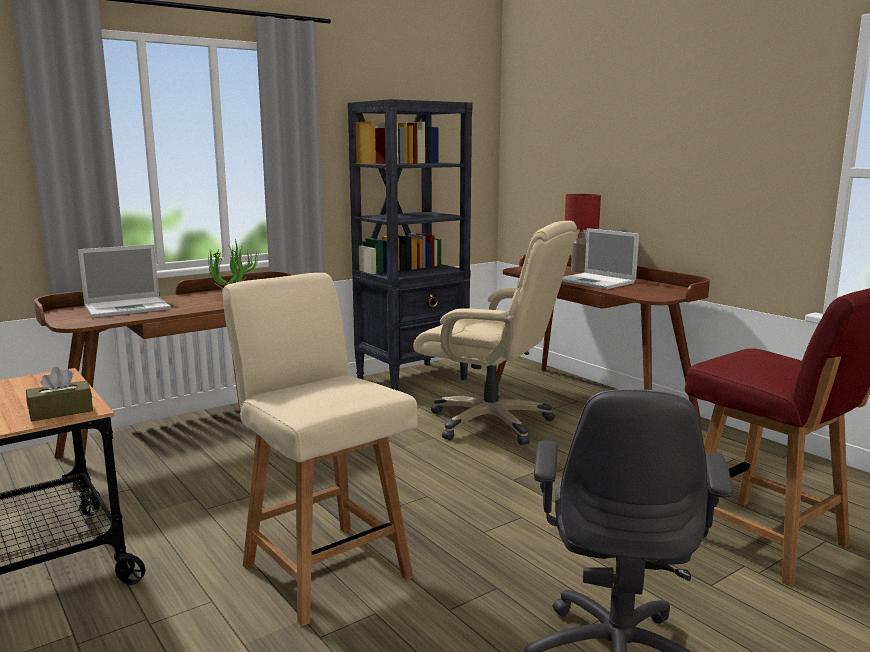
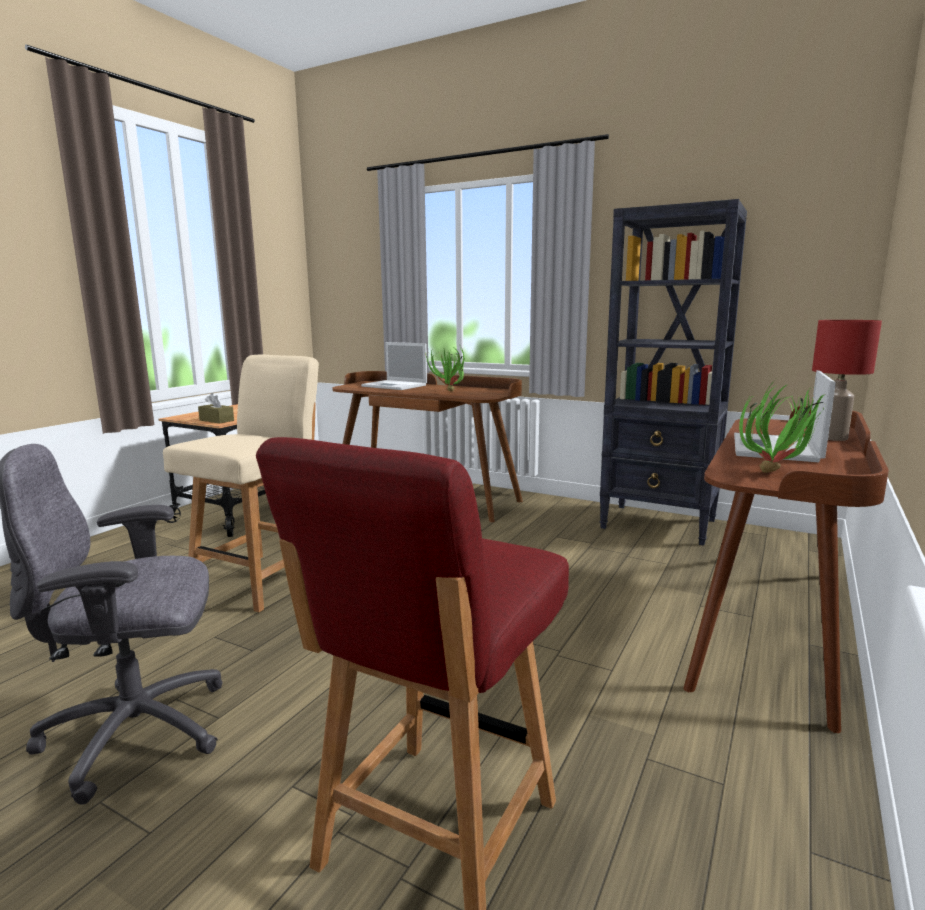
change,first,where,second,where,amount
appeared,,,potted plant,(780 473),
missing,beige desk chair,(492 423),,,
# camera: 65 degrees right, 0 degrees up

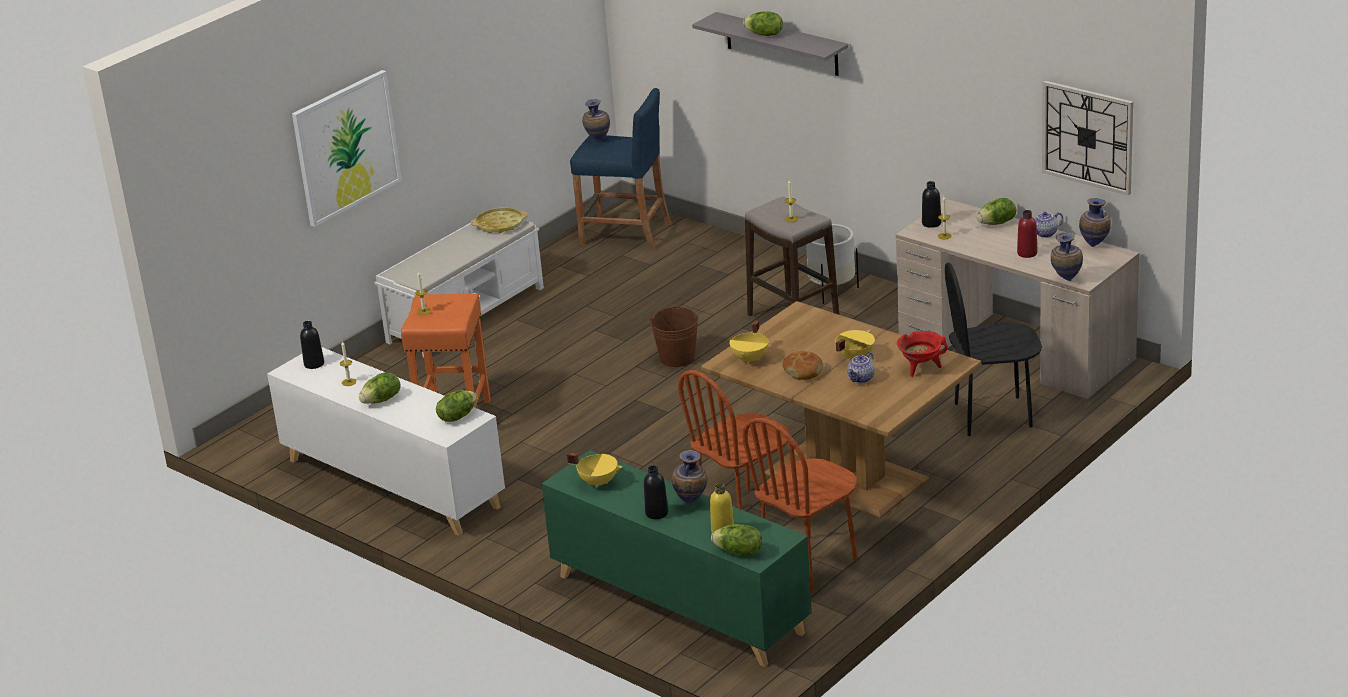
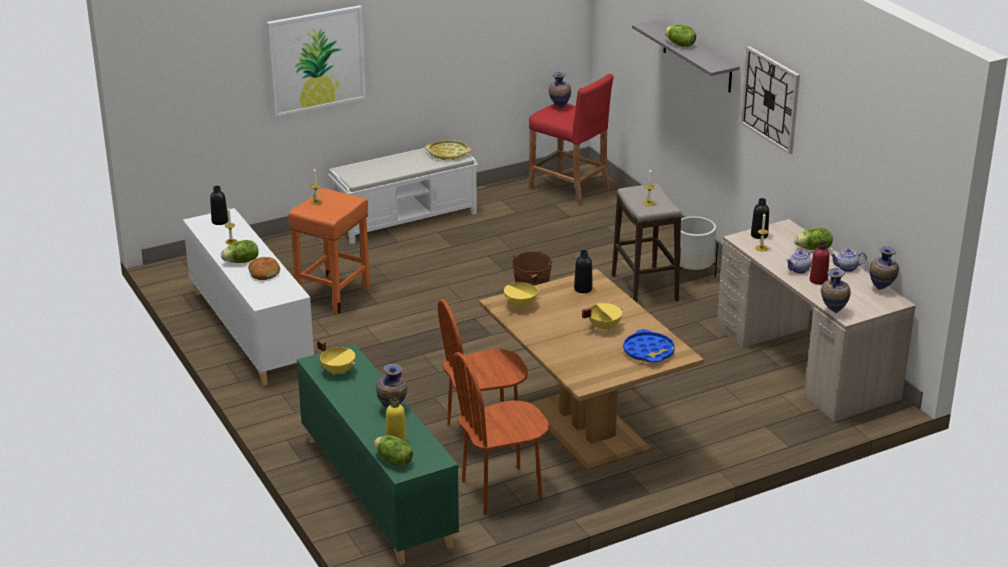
change,first,where,second,where,amount
relocated,bread,(803 371),,(264 273),
colour,blue-coloured sitting stool,(625 234),red-coloured sitting stool,(569 188),
relocated,black drink bottle,(656 513),,(583 289),
exchanged,red-coloured stockpot,(921 368),blue-coloured carrying tray,(648 351),
relocated,hanging clock,(1087 137),,(770 99),
relocated,pot for tea,(861 379),,(799 270),
missing,head of lettuce,(457 416),,,
missing,black plain chair,(993 415),,,
# camera: 20 degrees right, 0 degrees up

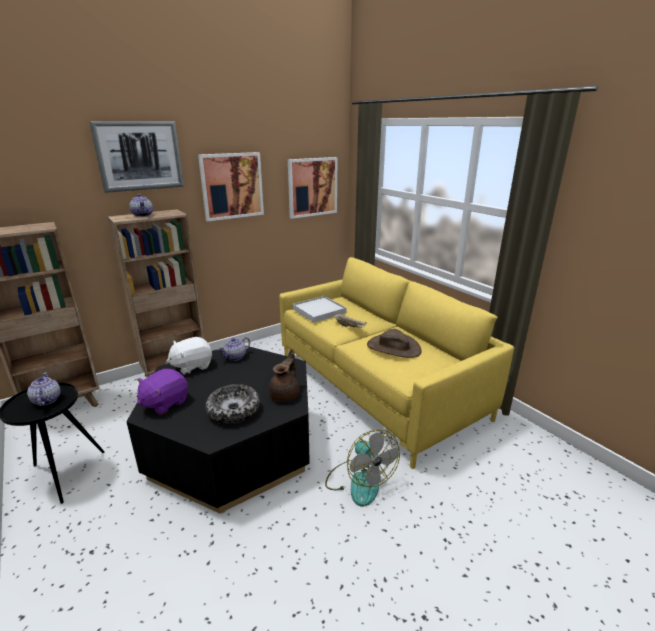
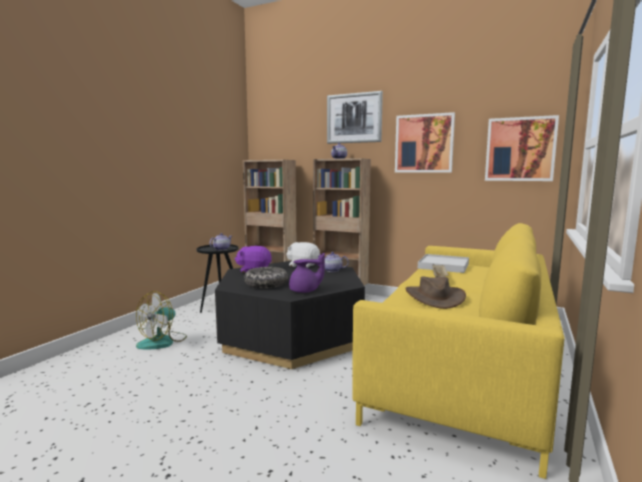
change,first,where,second,where,amount
relocated,electric fan,(359 481),,(163 341),
colour,brown-coloured pot for tea,(285 394),purple pot for tea,(305 291),
# camera: 60 degrees right, 15 degrees down

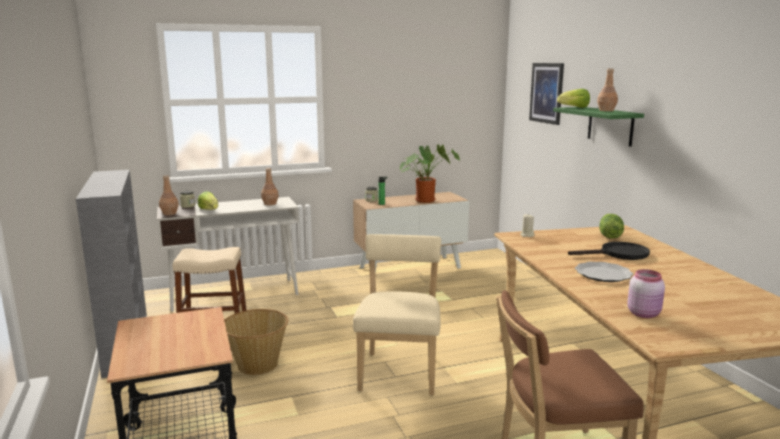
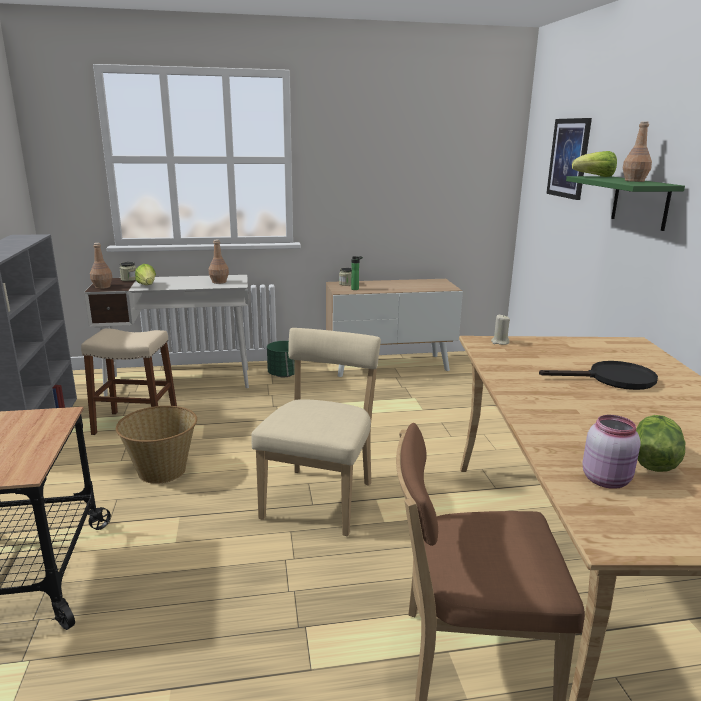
change,first,where,second,where,amount
appeared,,,green flower pot,(284 374),
relocated,head of lettuce,(609 236),,(652 461),
missing,potted plant,(427 200),,,
missing,plate,(603 274),,,
# camera: 10 degrees right, 5 degrees up

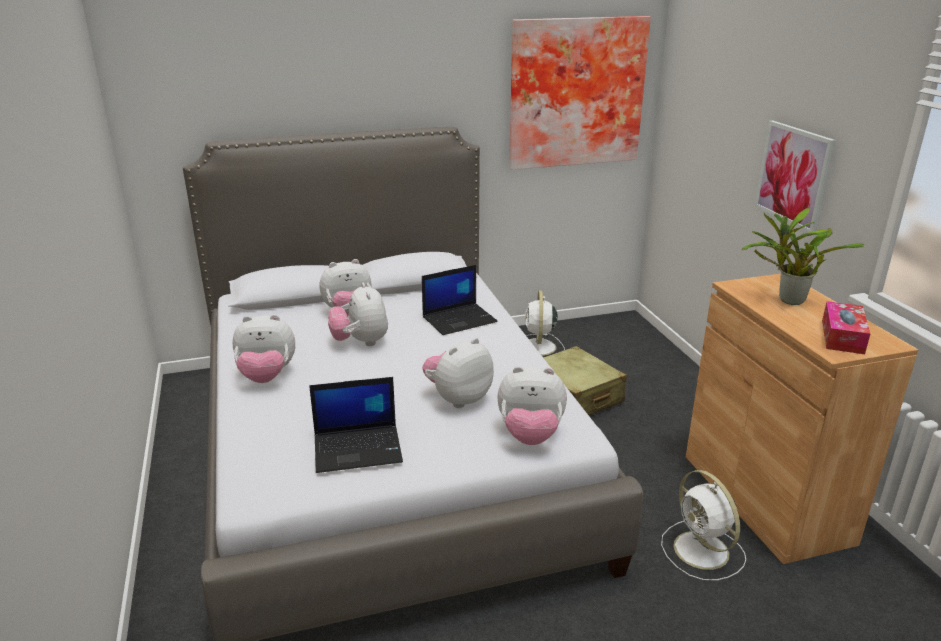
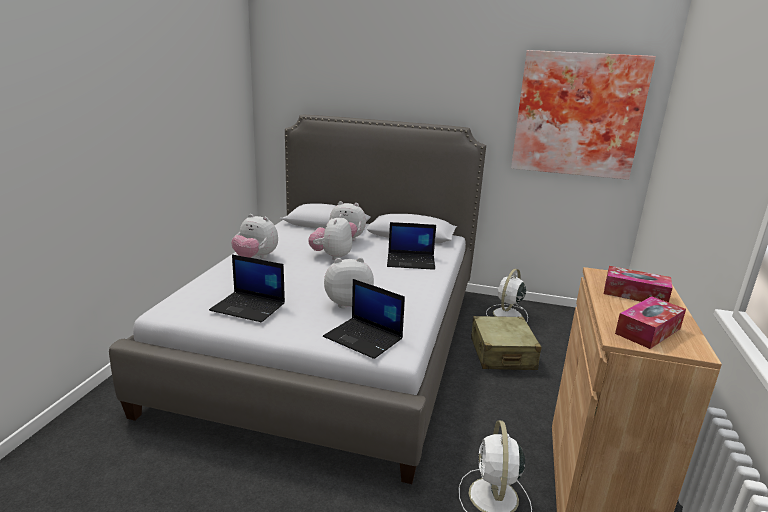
change,first,where,second,where,amount
exchanged,soft toy,(530 435),notebook computer,(364 338),
exchanged,potted plant,(787 300),tissue holder,(635 294),
missing,wall picture,(793 175),,,
# camera: 30 degrees right, 5 degrees down

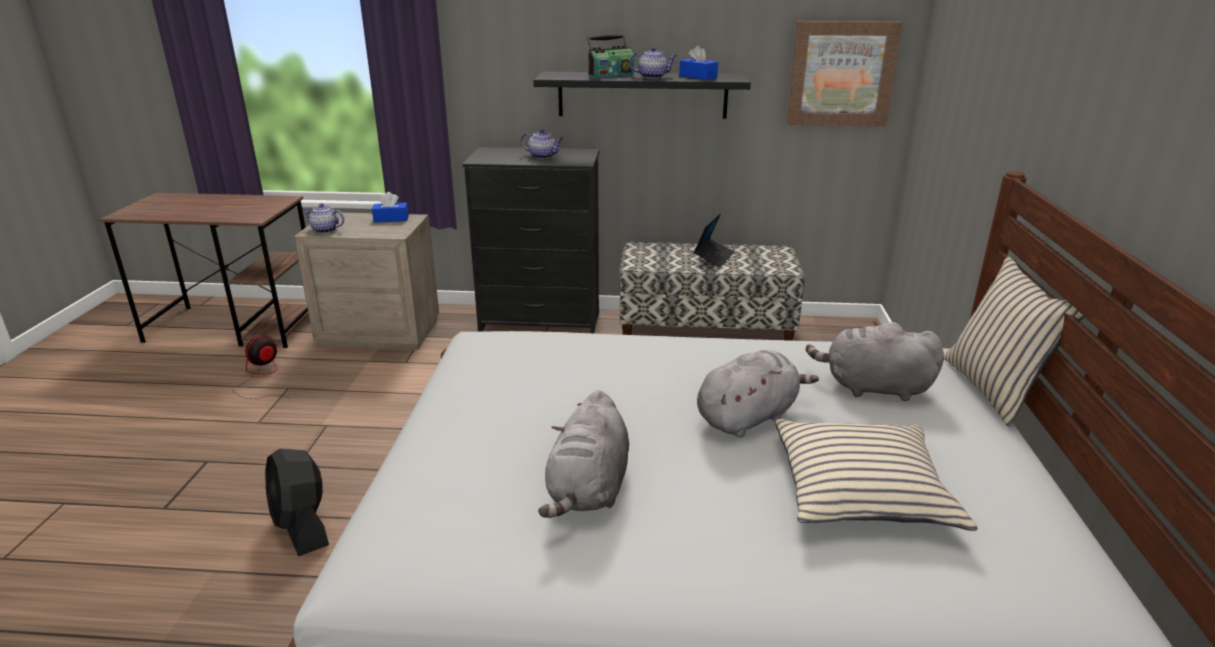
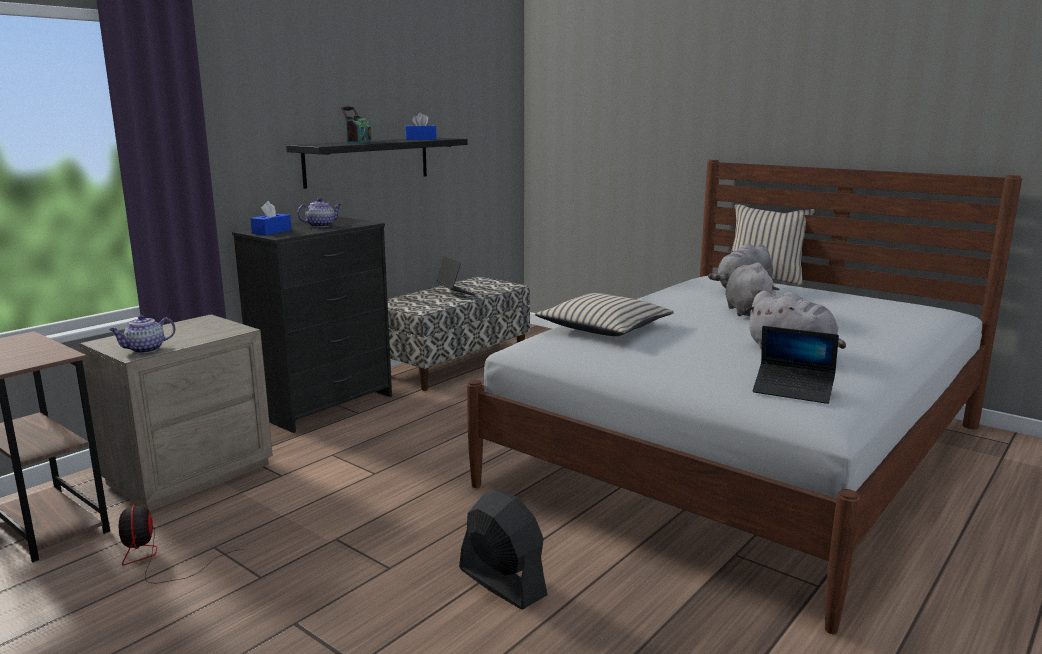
change,first,where,second,where,amount
relocated,blue-coloured tissue holder,(391 219),,(271 232),
spun,black electric fan,(302 526),,(502 582),135 degrees counterclockwise
relocated,beige cushion,(861 489),,(604 328),
appeared,,,notebook computer,(793 390),
missing,pot for tea,(653 77),,,
missing,wall picture,(841 74),,,
# camera: 55 degrees left, 10 degrees down

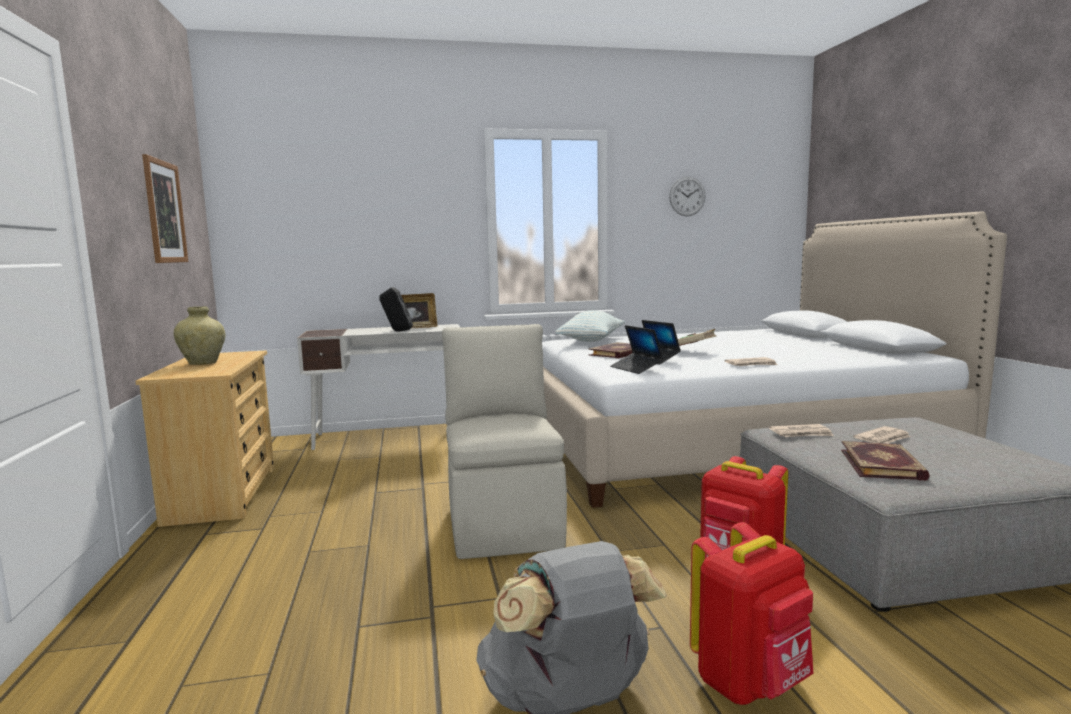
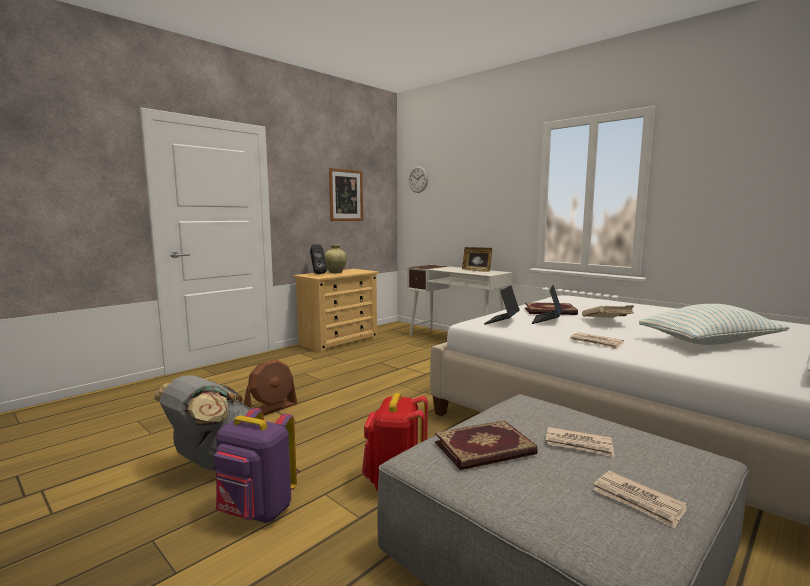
change,first,where,second,where,amount
colour,red-coloured knapsack,(750 683),purple knapsack,(256 512),
appeared,,,brown-coloured electric fan,(271 409),
relocated,black speaker,(397 331),,(317 274),
relocated,hanging clock,(687 196),,(418 179),
relocated,newspaper,(801 434),,(638 501),
relocated,cushion,(592 340),,(709 342),
missing,beige plain chair,(504 523),,,
# camera: 55 degrees right, 0 degrees up

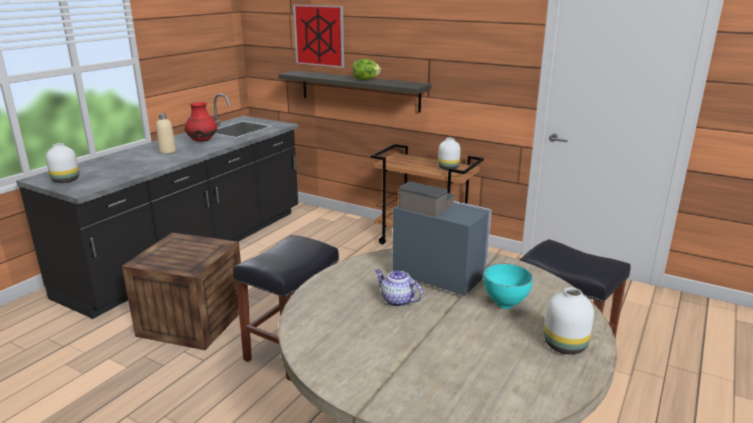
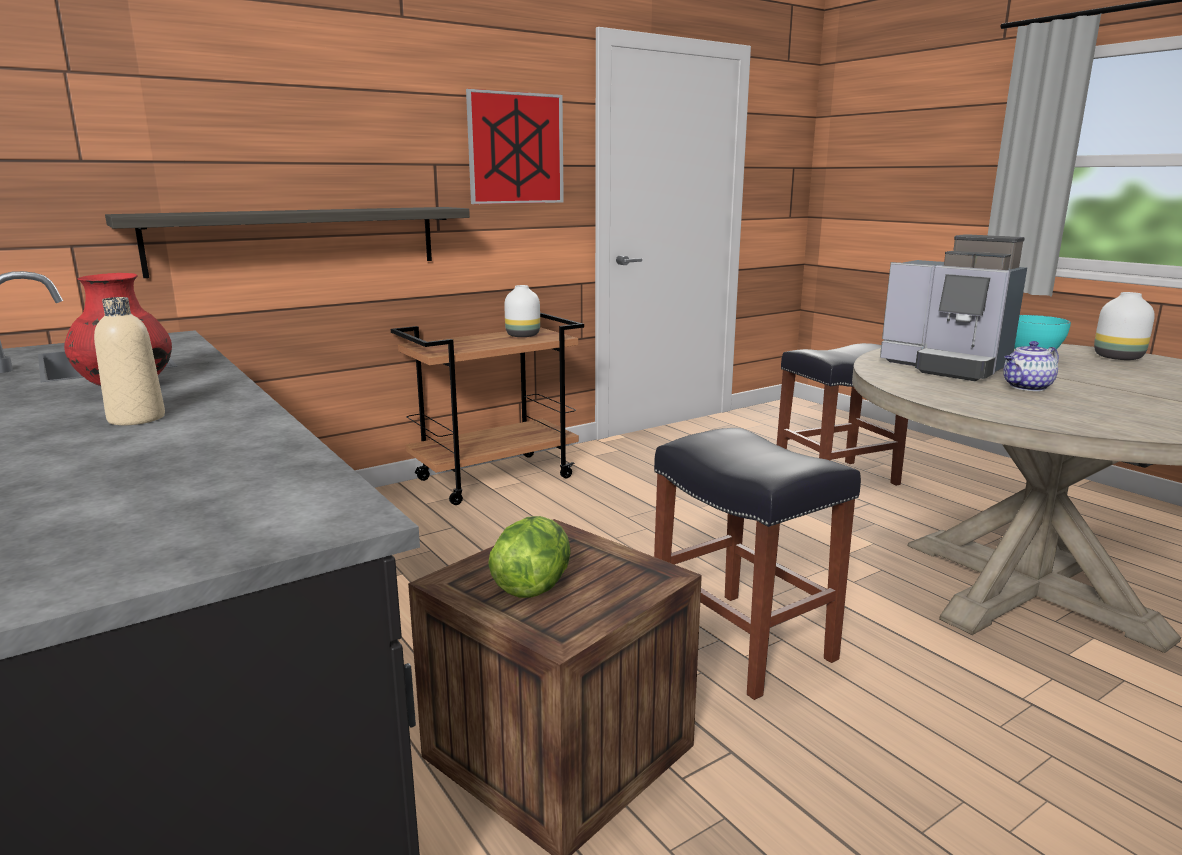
change,first,where,second,where,amount
relocated,wall picture,(319 35),,(515 148),
relocated,head of lettuce,(365 80),,(533 586),
spun,coffee brewer,(437 274),,(947 367),105 degrees counterclockwise
missing,whitish vase,(65 181),,,
# camera: 65 degrees left, 5 degrees down

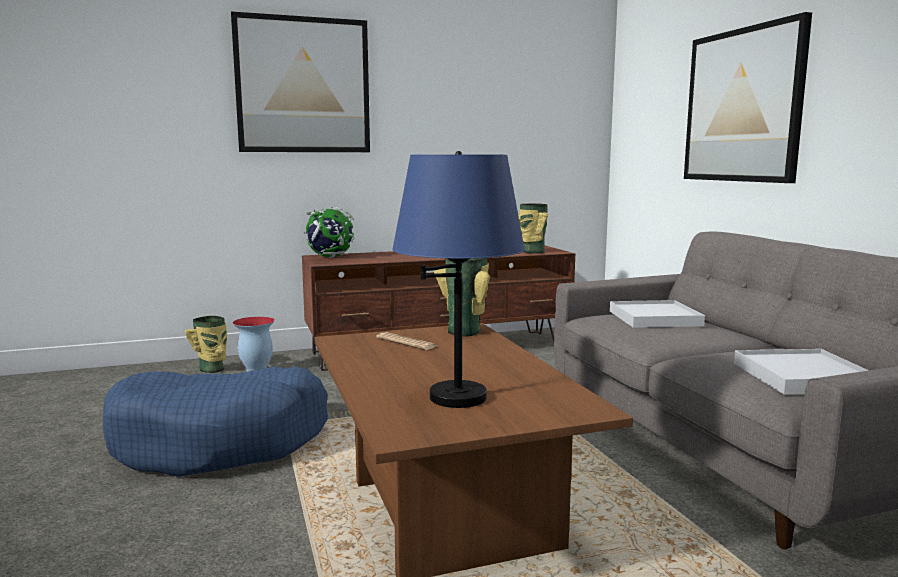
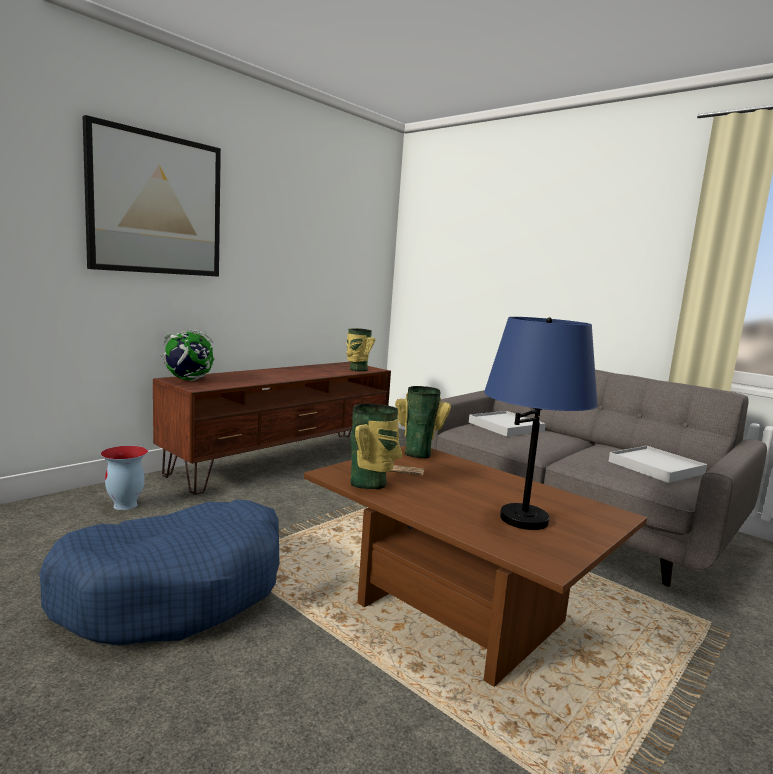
change,first,where,second,where,amount
relocated,vase,(213 369),,(371 483),
missing,wall picture,(743 106),,,
# camera: 30 degrees left, 0 degrees up

